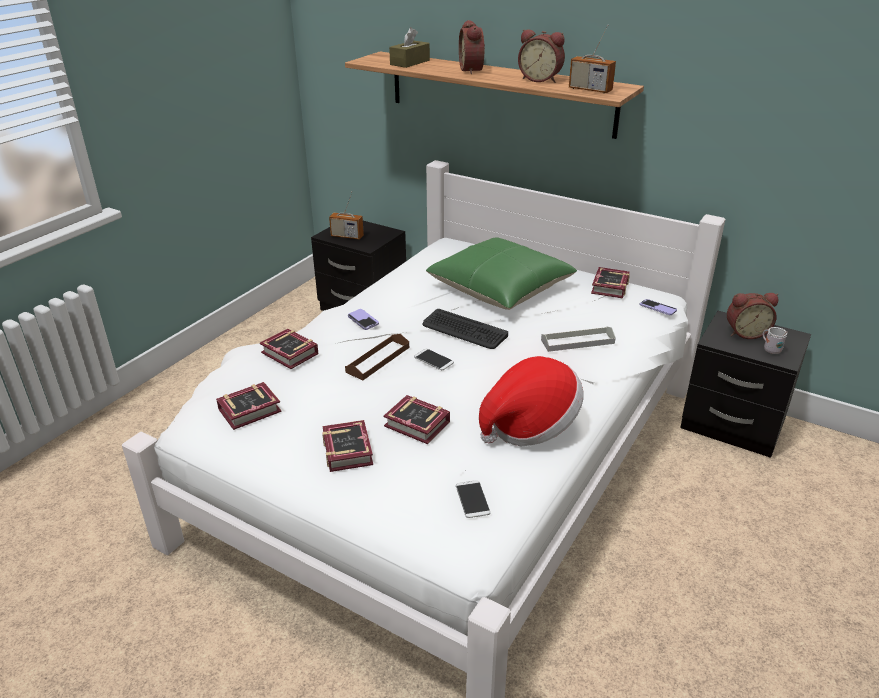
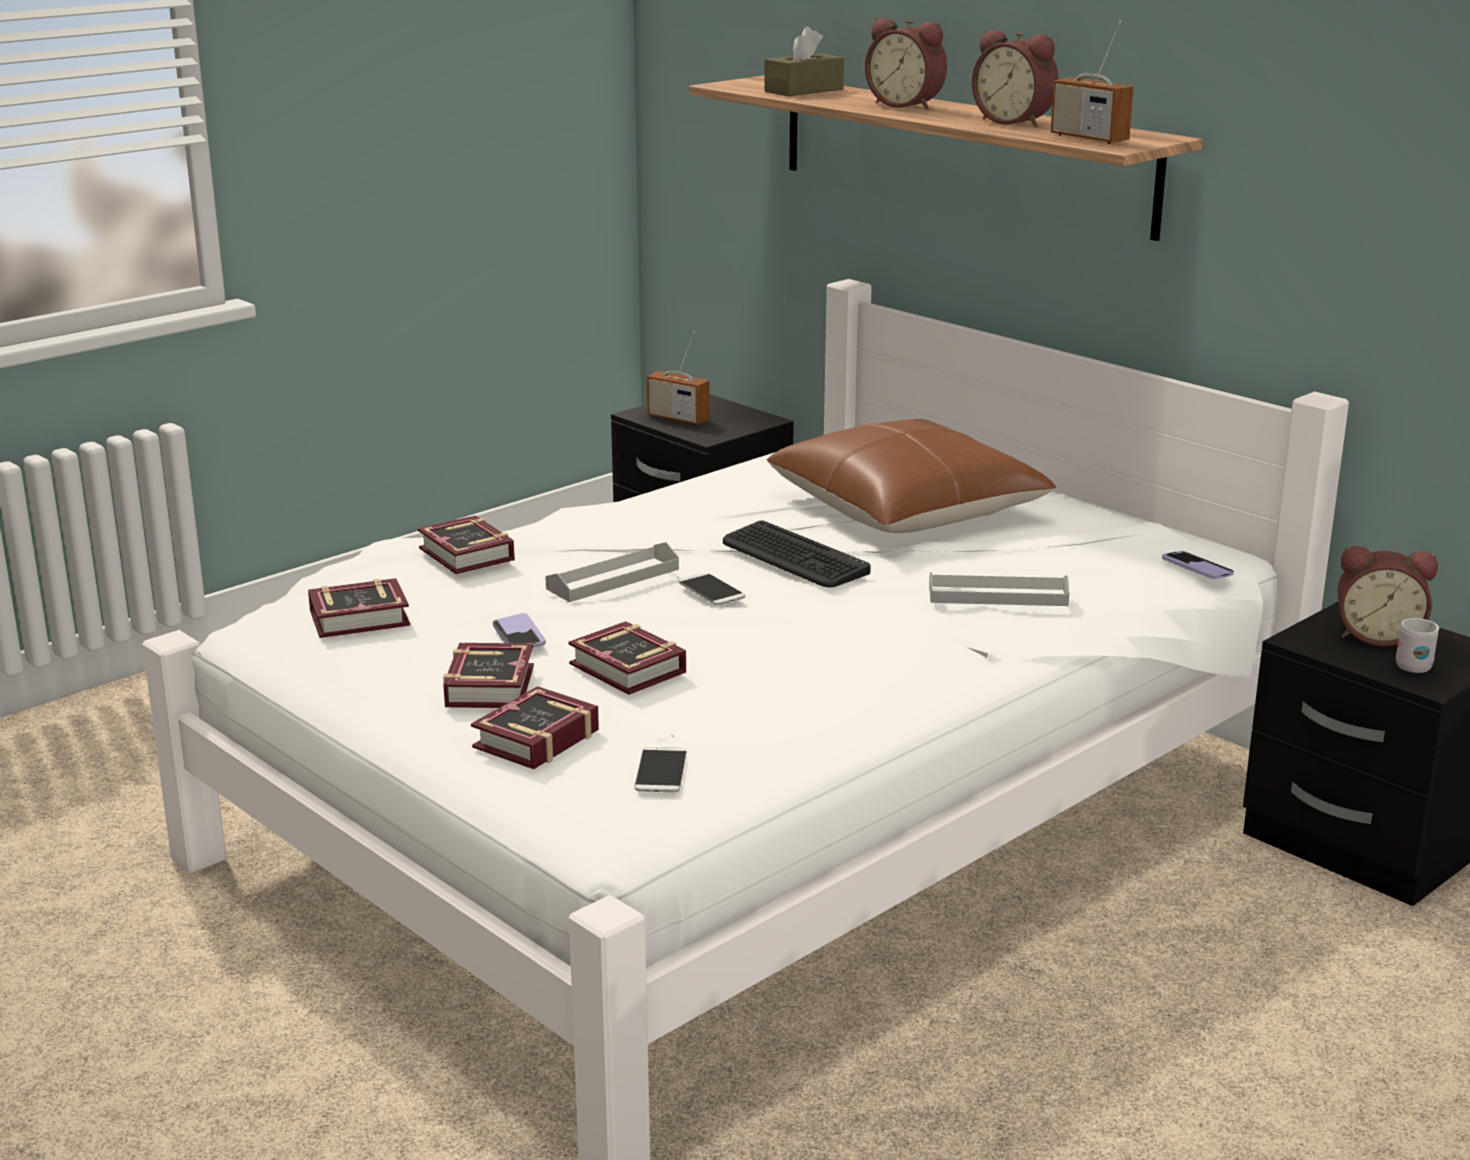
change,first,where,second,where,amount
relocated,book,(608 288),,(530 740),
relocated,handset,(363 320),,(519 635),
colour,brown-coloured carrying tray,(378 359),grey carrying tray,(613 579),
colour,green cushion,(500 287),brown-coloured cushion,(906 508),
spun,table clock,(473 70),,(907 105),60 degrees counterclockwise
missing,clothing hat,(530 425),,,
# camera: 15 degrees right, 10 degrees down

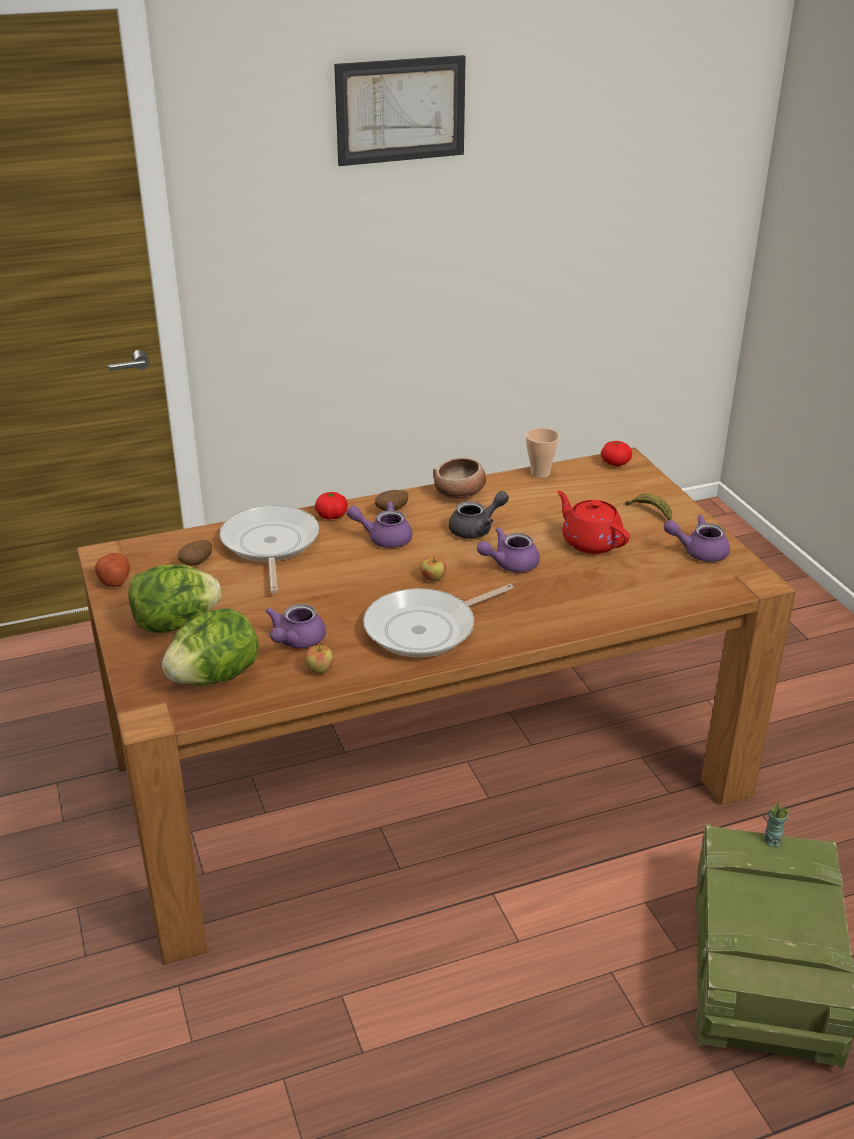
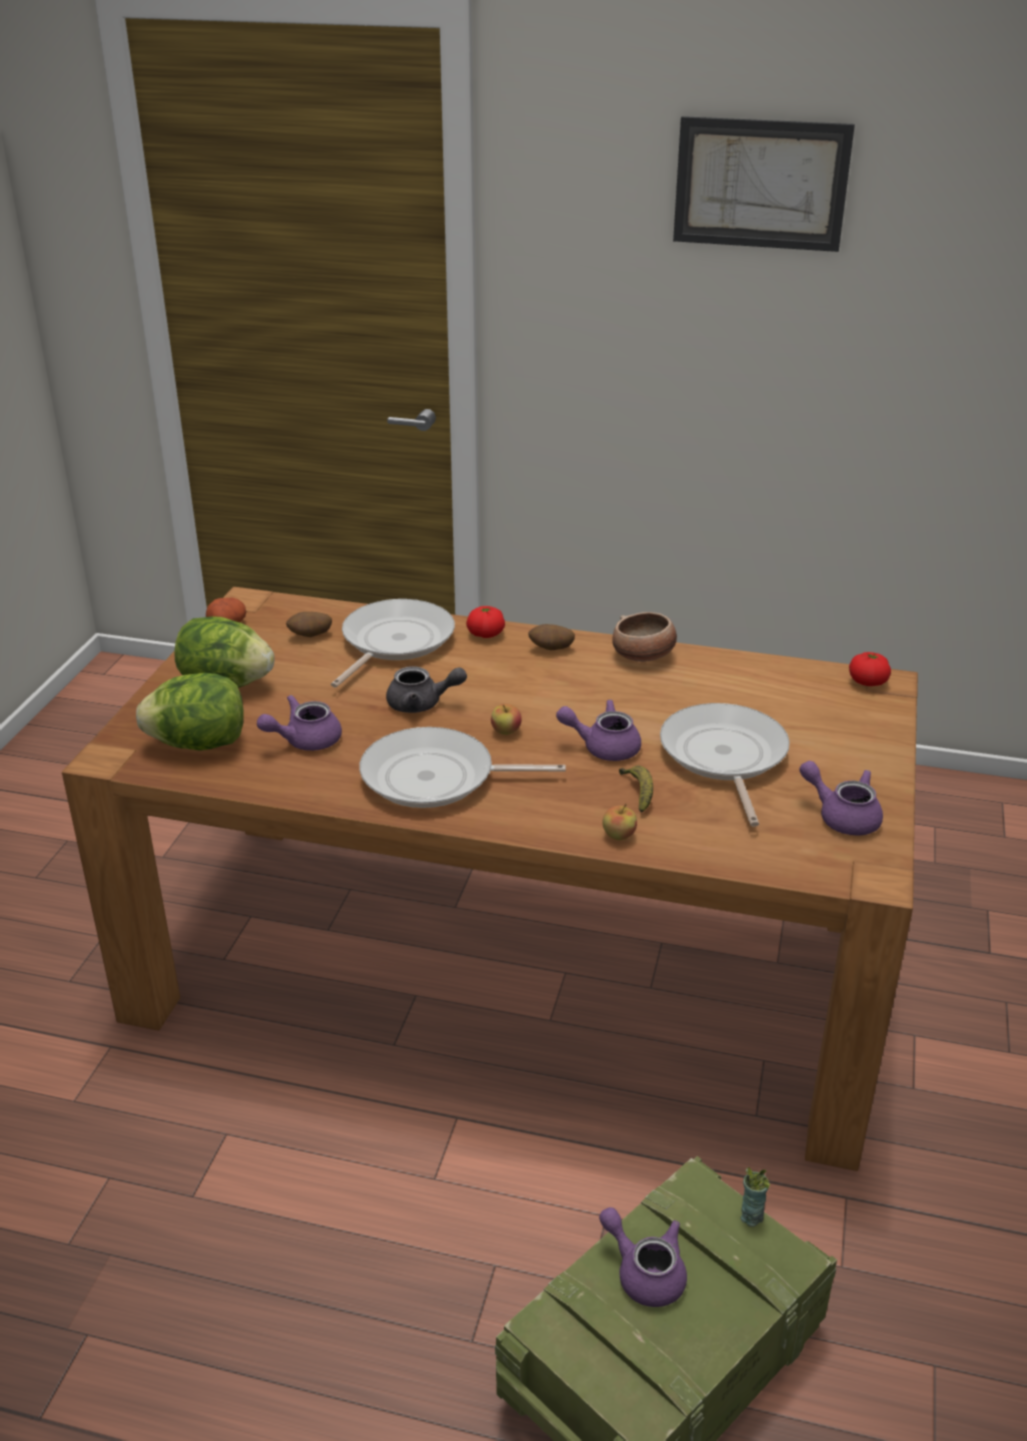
change,first,where,second,where,amount
relocated,grey pot for tea,(477 529),,(422 704),
relocated,purple pot for tea,(383 538),,(644 1272),
relocated,whole apple,(319 670),,(619 836),
relocated,whole banana,(650 512),,(638 793),
exchanged,red-coloured pot for tea,(590 542),skillet,(724 757),
missing,small cup,(540 473),,,
# camera: 35 degrees right, 0 degrees up

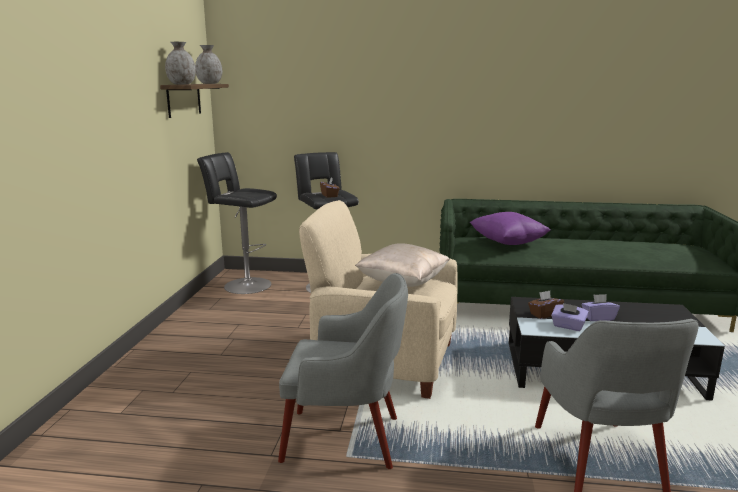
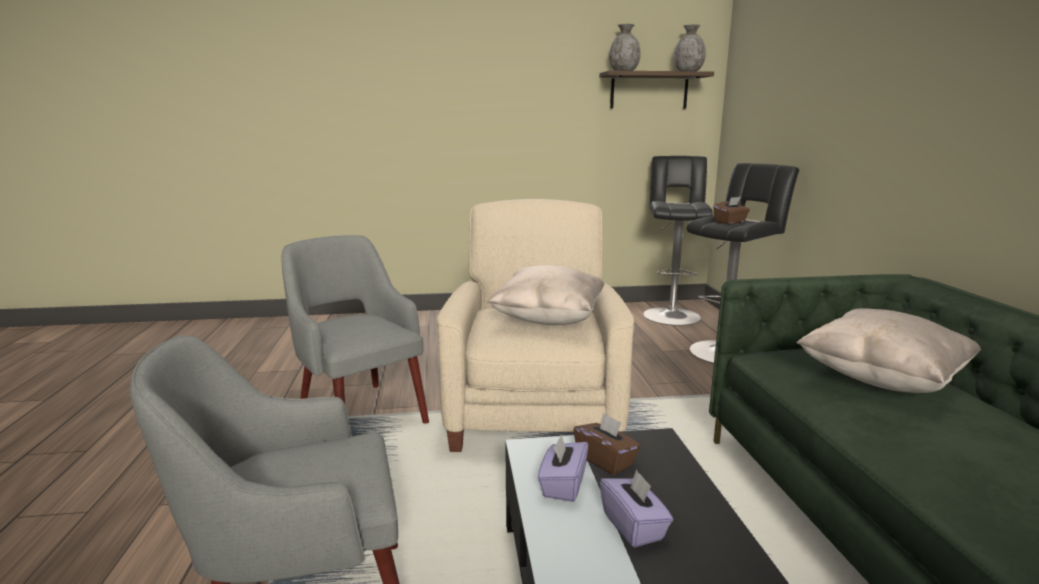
change,first,where,second,where,amount
spun,grey easy chair,(345 439),,(360 413),150 degrees clockwise
colour,purple cushion,(507 243),beige cushion,(882 379),
# camera: 75 degrees right, 0 degrees up

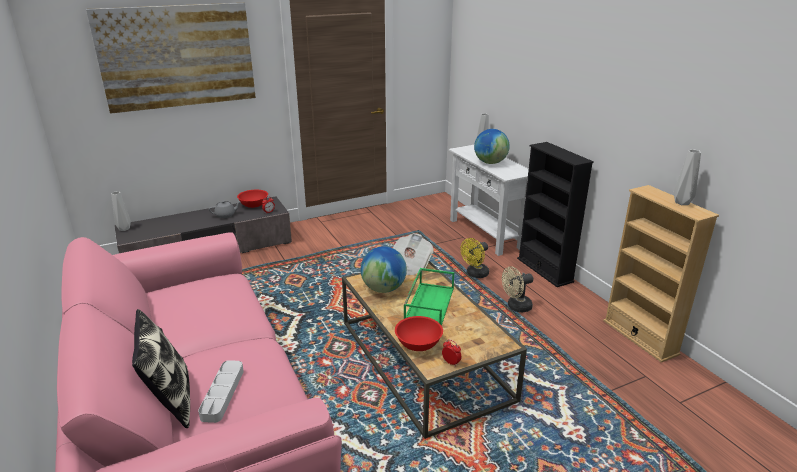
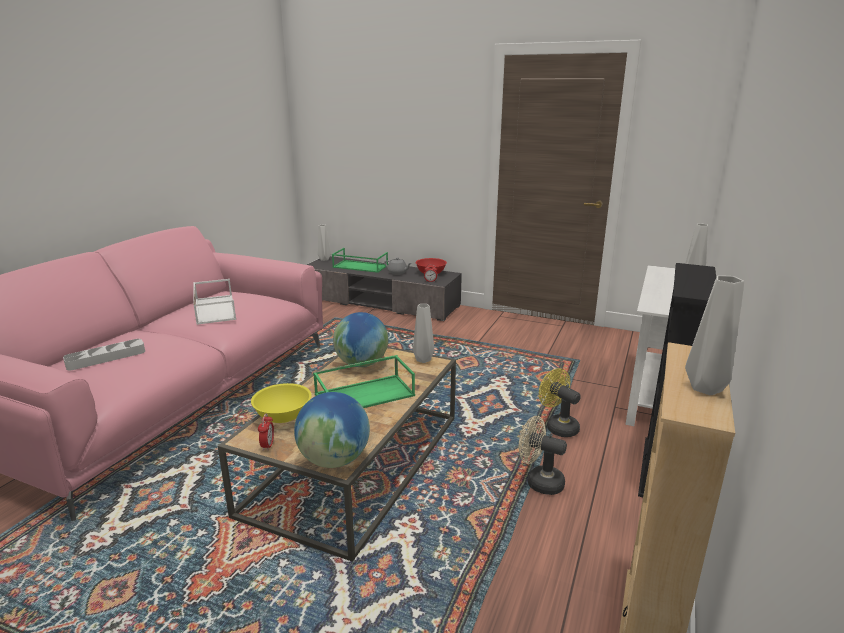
change,first,where,second,where,amount
appeared,,,whitish carrying tray,(214 309),
colour,red-coloured bowl,(419 344),yellow bowl,(283 416),
relocated,desk globe,(490 162),,(334 460),
appeared,,,green carrying tray,(359 266),
exchanged,newspaper,(409 266),grey vase,(423 359),
spun,yellow electric fan,(475 274),,(558 426),45 degrees clockwise
missing,wall picture,(177 56),,,
missing,cushion,(170 400),,,
# camera: 50 degrees right, 5 degrees down

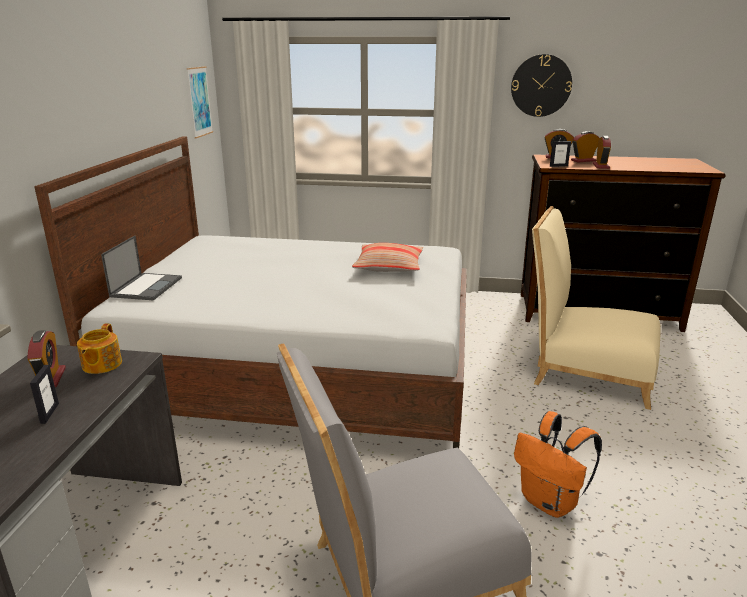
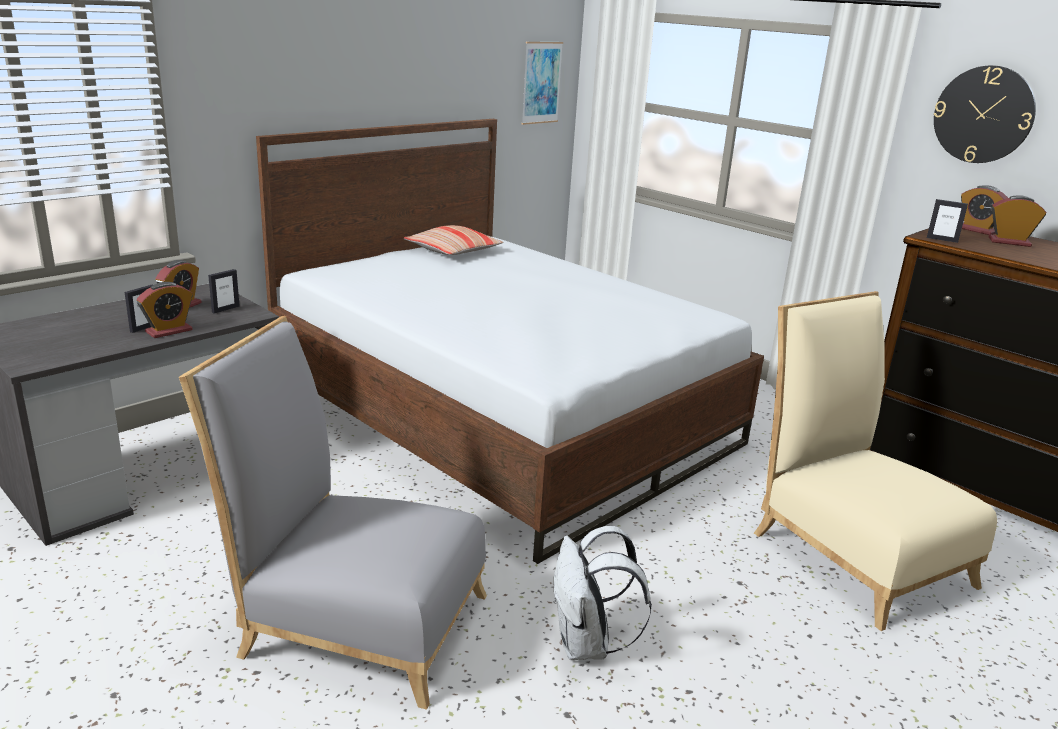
change,first,where,second,where,amount
relocated,table clock,(600 166),,(169 331),
exchanged,pot for tea,(101 365),photo frame,(225 309),
relocated,cushion,(388 266),,(453 251),
colour,orange knapsack,(550 502),whitish knapsack,(587 645),
missing,notebook computer,(146 287),,,
# camera: 35 degrees right, 0 degrees up

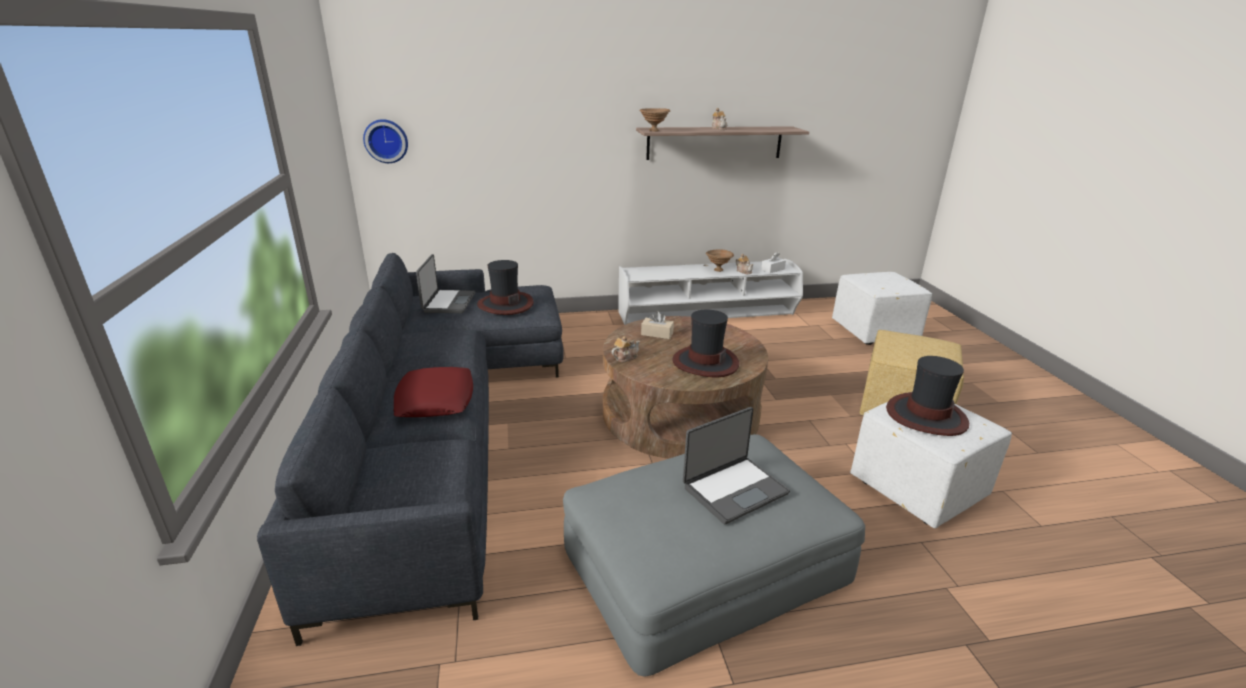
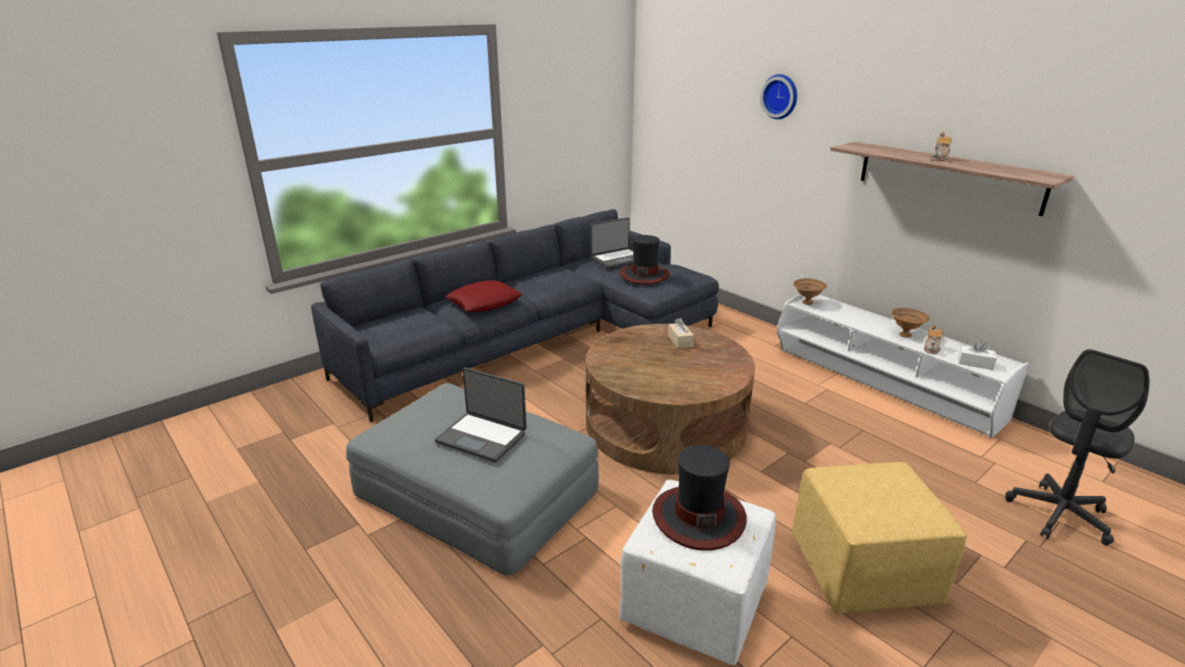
change,first,where,second,where,amount
relocated,hanging clock,(386 141),,(780 96),
relocated,brown-coloured bowl,(654 131),,(807 303),
exchanged,whitish pouffe,(874 333),grey desk chair,(1059 515),
missing,pot for tea,(625 357),,,
missing,clothing hat,(705 362),,,
# camera: 60 degrees right, 0 degrees up

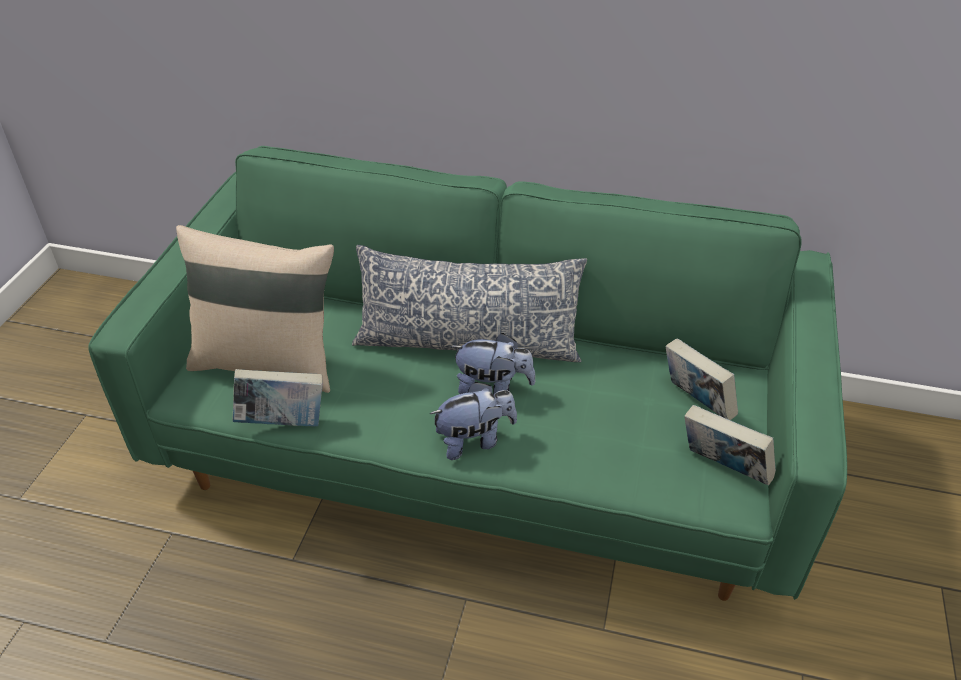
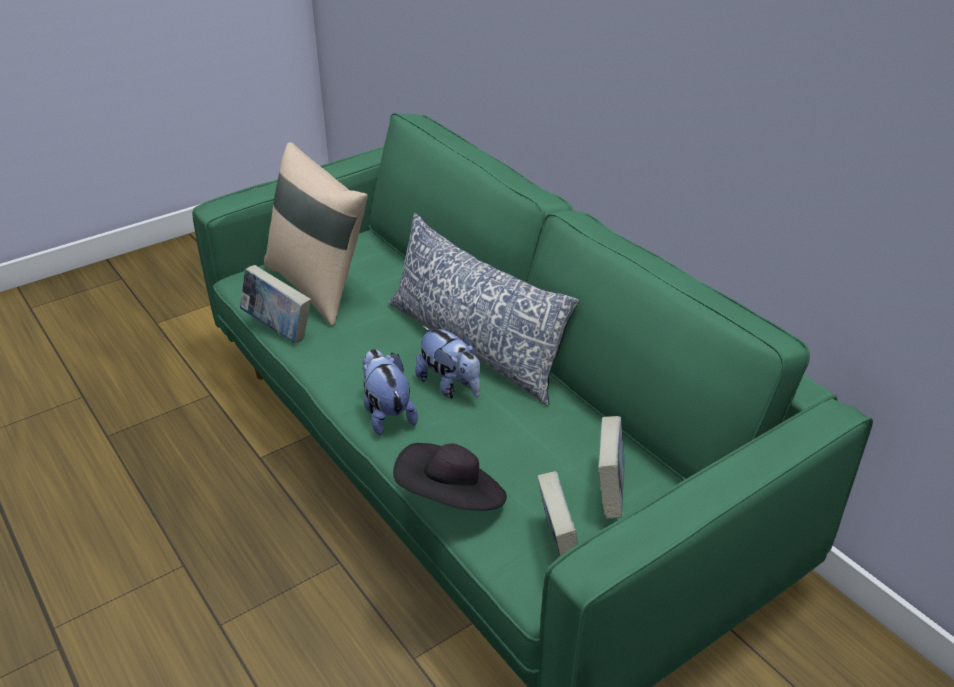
change,first,where,second,where,amount
spun,soft toy,(474 440),,(386 413),135 degrees counterclockwise
appeared,,,black clothing hat,(452 500),
# camera: 40 degrees right, 5 degrees down

